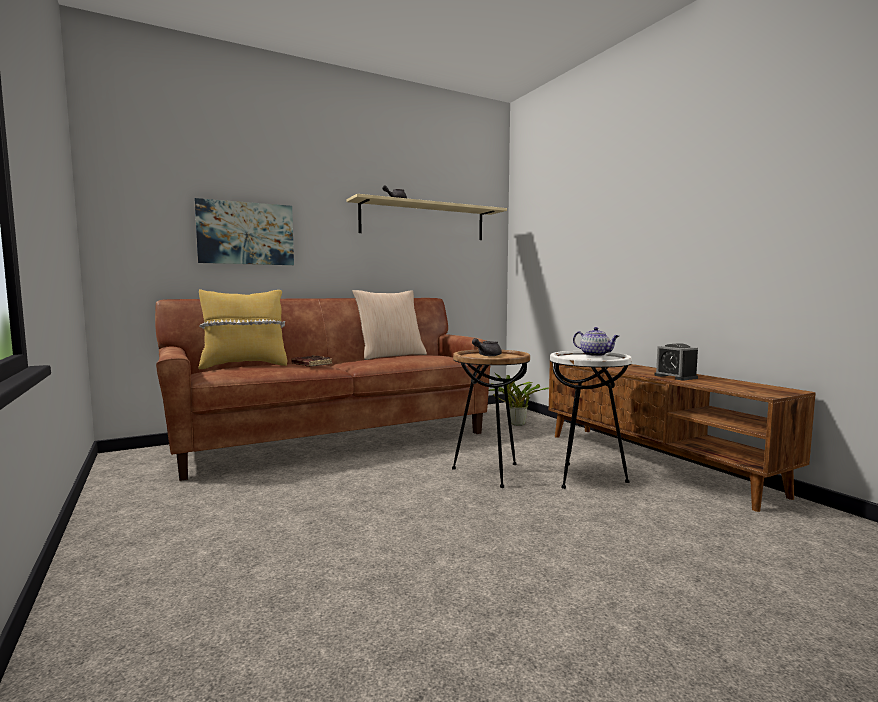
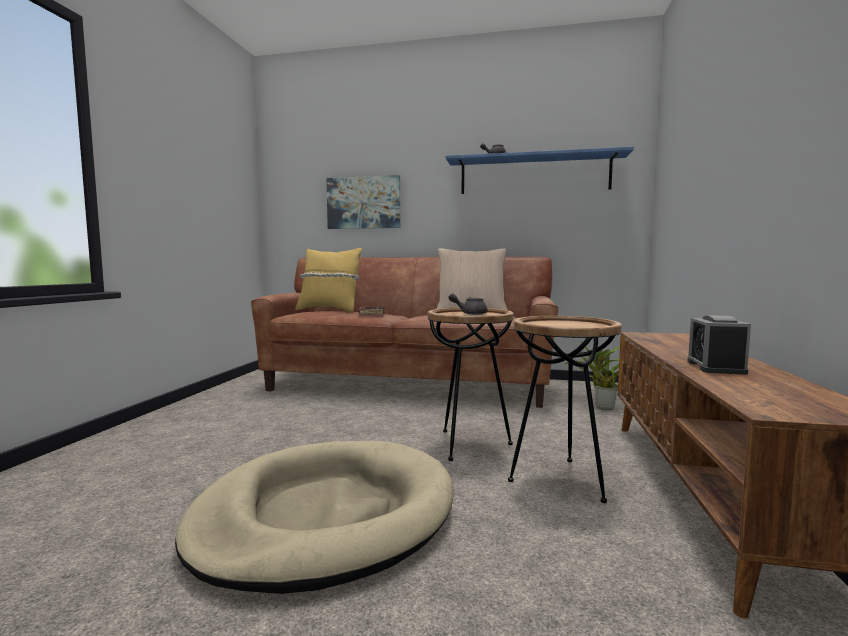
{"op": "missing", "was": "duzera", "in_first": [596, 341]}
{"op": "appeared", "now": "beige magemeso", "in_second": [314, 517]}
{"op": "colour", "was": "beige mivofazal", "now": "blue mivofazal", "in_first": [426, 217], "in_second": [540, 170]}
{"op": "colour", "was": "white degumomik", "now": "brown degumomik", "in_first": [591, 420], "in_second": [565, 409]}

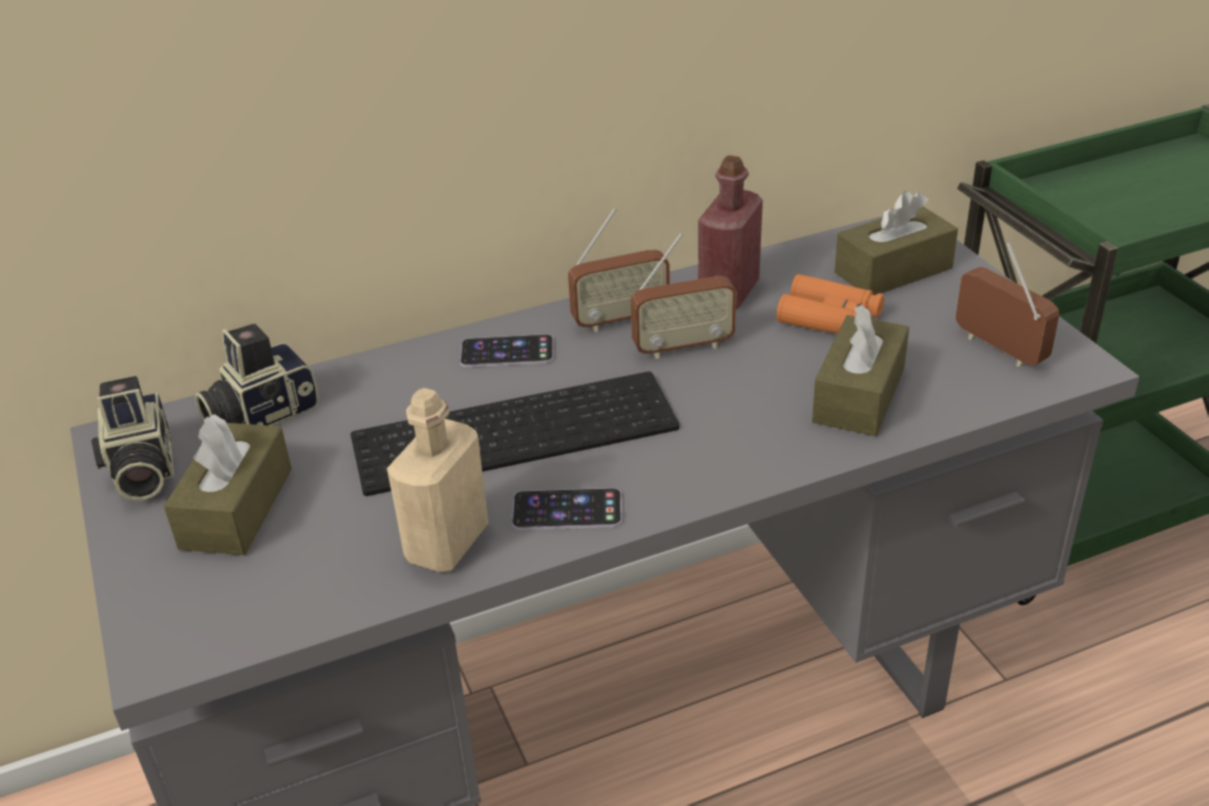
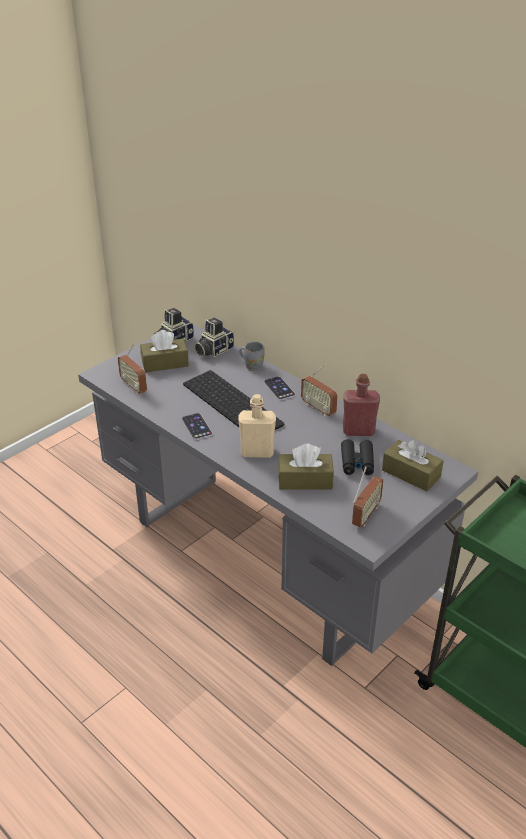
{"op": "appeared", "now": "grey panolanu", "in_second": [252, 356]}
{"op": "relocated", "was": "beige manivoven", "in_first": [437, 480], "in_second": [257, 426]}
{"op": "relocated", "was": "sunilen", "in_first": [683, 296], "in_second": [132, 368]}
{"op": "colour", "was": "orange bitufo", "now": "black bitufo", "in_first": [830, 304], "in_second": [357, 457]}
{"op": "spun", "was": "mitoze", "in_first": [257, 375], "in_second": [214, 337], "clockwise": -75}

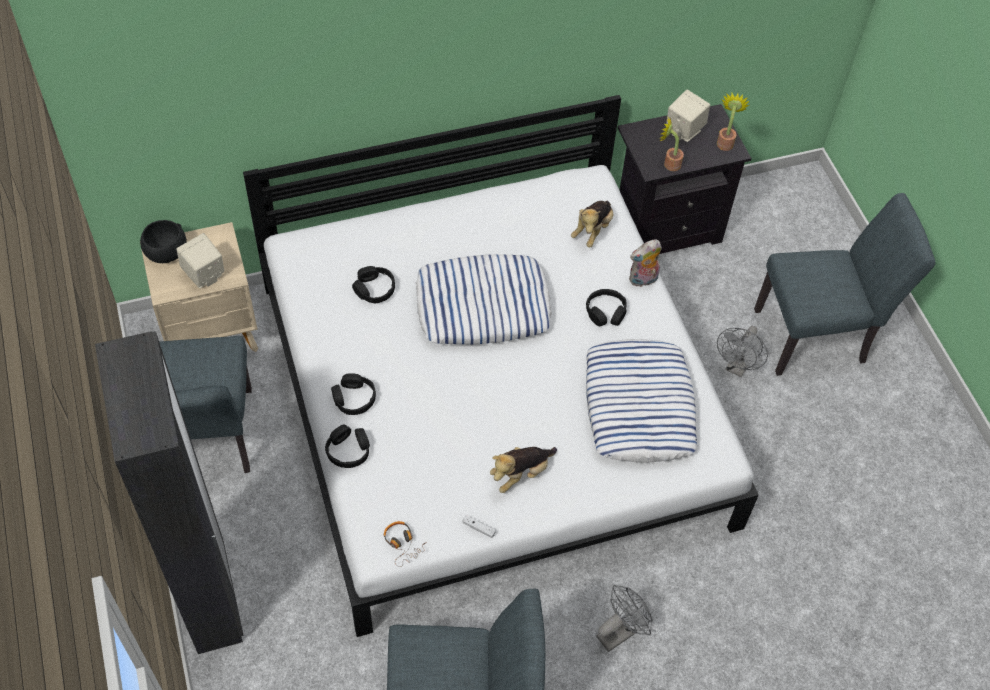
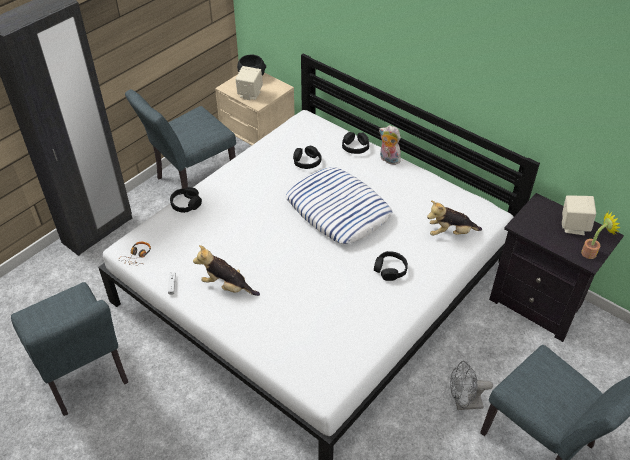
{"op": "missing", "was": "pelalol", "in_first": [641, 400]}
{"op": "missing", "was": "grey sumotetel", "in_first": [624, 618]}
{"op": "missing", "was": "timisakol", "in_first": [671, 143]}
{"op": "relocated", "was": "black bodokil", "in_first": [353, 394], "in_second": [355, 143]}
{"op": "relocated", "was": "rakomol", "in_first": [645, 263], "in_second": [390, 145]}

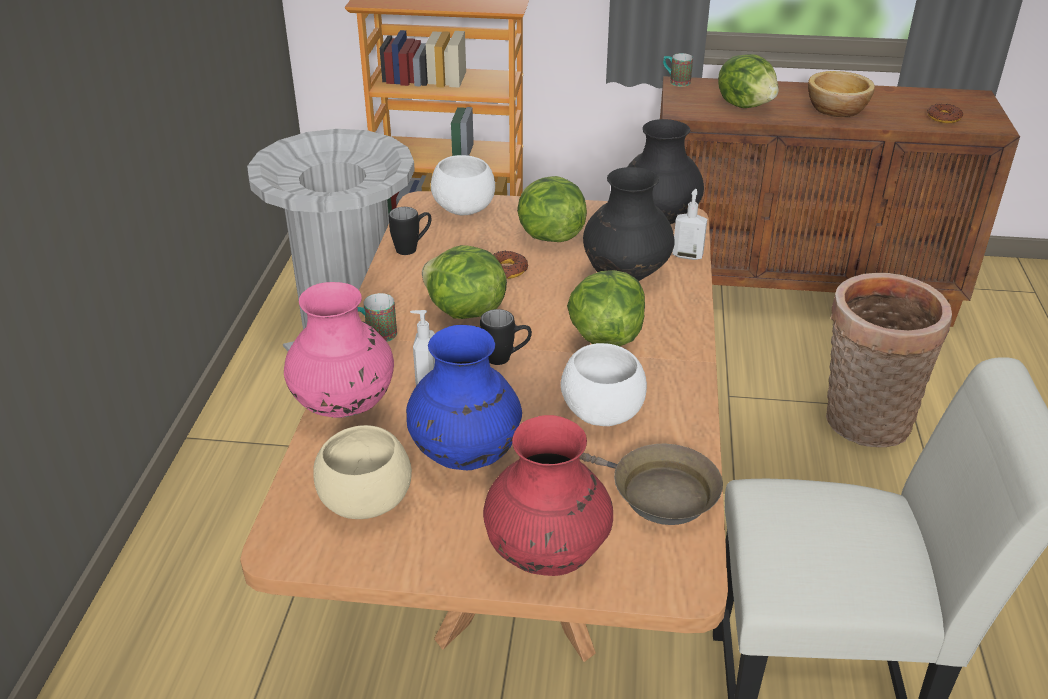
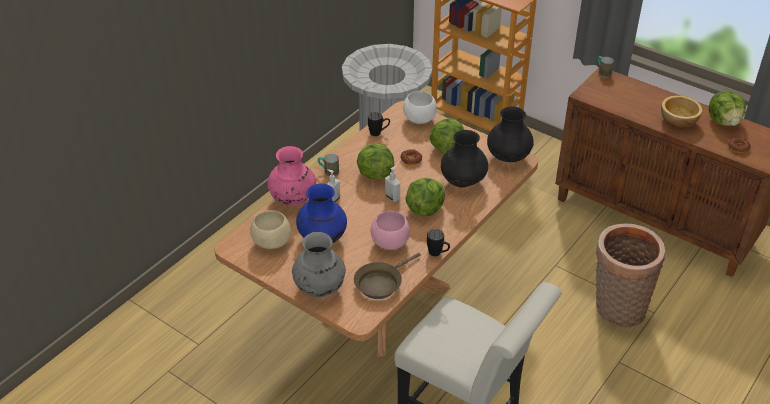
{"op": "relocated", "was": "black panolanu", "in_first": [506, 337], "in_second": [438, 242]}
{"op": "relocated", "was": "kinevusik", "in_first": [689, 224], "in_second": [392, 184]}
{"op": "relocated", "was": "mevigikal", "in_first": [748, 81], "in_second": [727, 108]}
{"op": "colour", "was": "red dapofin", "now": "grey dapofin", "in_first": [548, 495], "in_second": [319, 264]}
{"op": "colour", "was": "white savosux", "now": "pink savosux", "in_first": [603, 384], "in_second": [390, 230]}
{"op": "spun", "was": "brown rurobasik", "in_first": [651, 484], "in_second": [387, 276], "clockwise": 75}

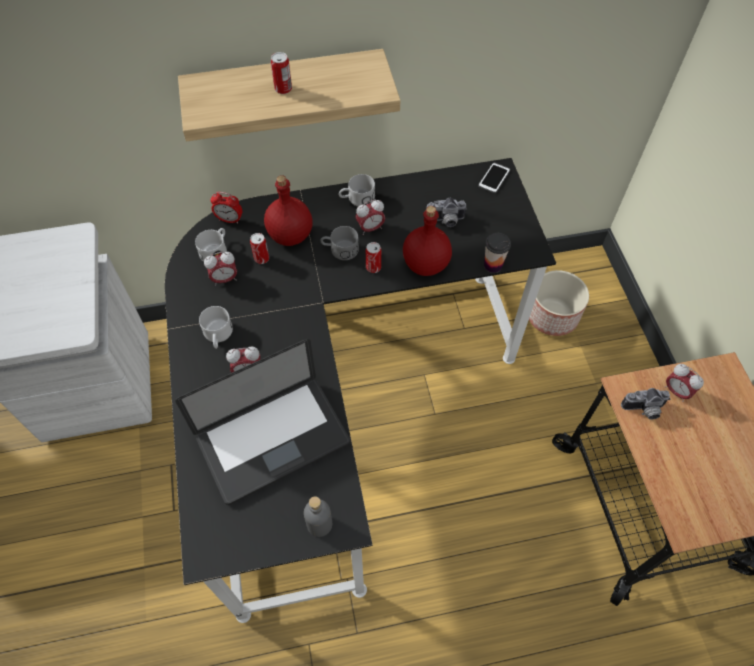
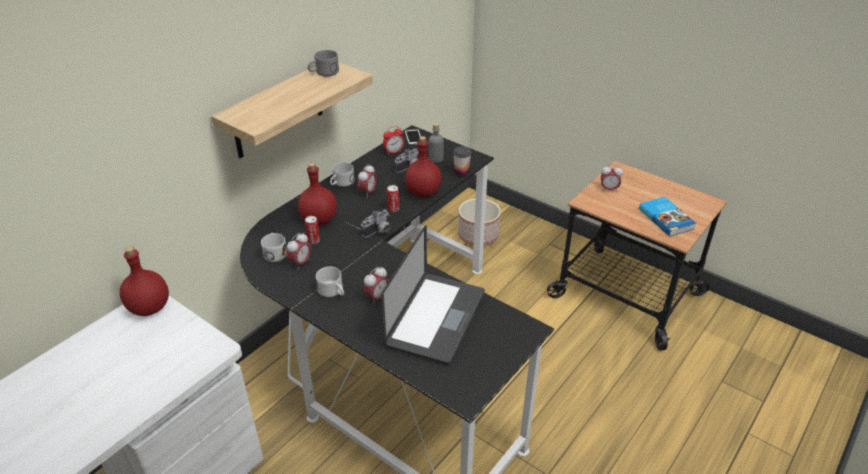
{"op": "missing", "was": "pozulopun", "in_first": [281, 73]}
{"op": "appeared", "now": "red manivoven", "in_second": [144, 281]}
{"op": "appeared", "now": "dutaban", "in_second": [667, 217]}
{"op": "relocated", "was": "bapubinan", "in_first": [226, 208], "in_second": [393, 140]}
{"op": "relocated", "was": "grey manivoven", "in_first": [318, 516], "in_second": [436, 143]}
{"op": "relocated", "was": "grey panolanu", "in_first": [339, 243], "in_second": [323, 63]}
{"op": "relocated", "was": "mitoze", "in_first": [645, 404], "in_second": [375, 223]}

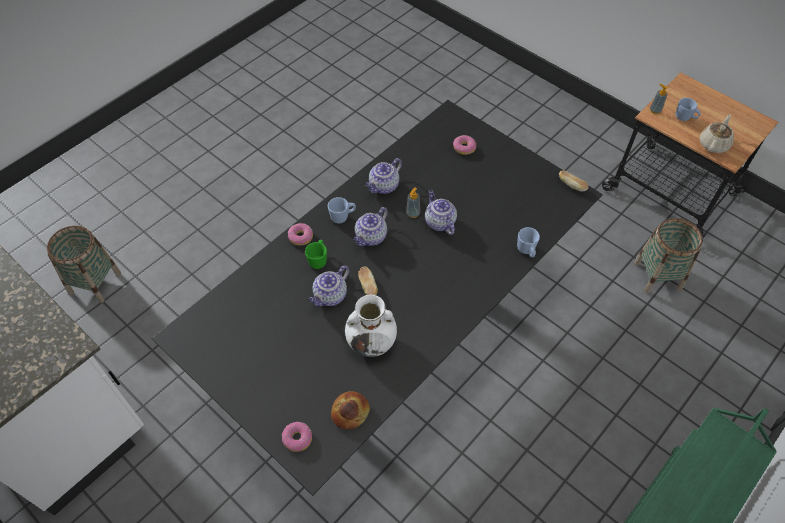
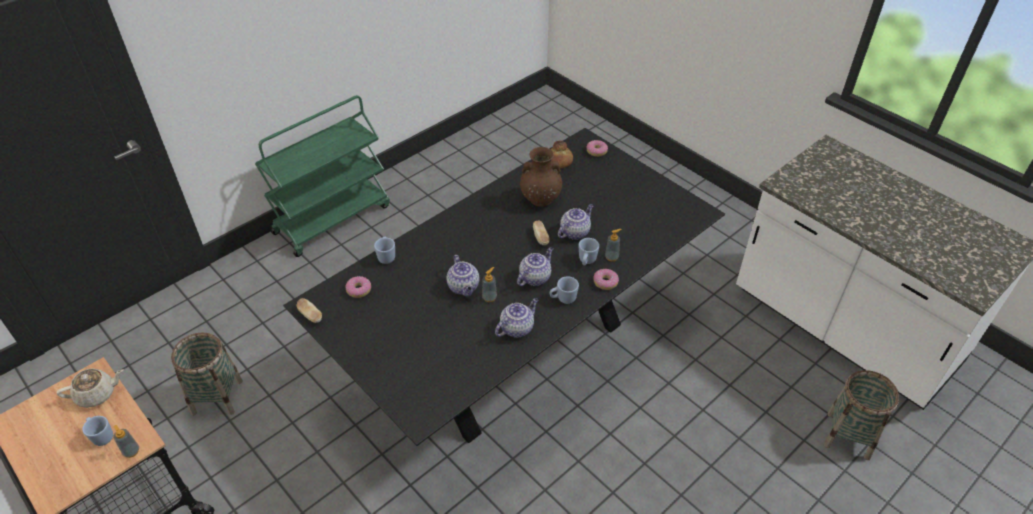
{"op": "appeared", "now": "kinevusik", "in_second": [613, 245]}
{"op": "relocated", "was": "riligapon", "in_first": [464, 145], "in_second": [358, 287]}
{"op": "colour", "was": "green panolanu", "now": "blue panolanu", "in_first": [316, 254], "in_second": [589, 251]}
{"op": "colour", "was": "white dapofin", "now": "brown dapofin", "in_first": [371, 326], "in_second": [541, 177]}
{"op": "spun", "was": "beige duzera", "in_first": [717, 133], "in_second": [90, 388], "clockwise": -150}

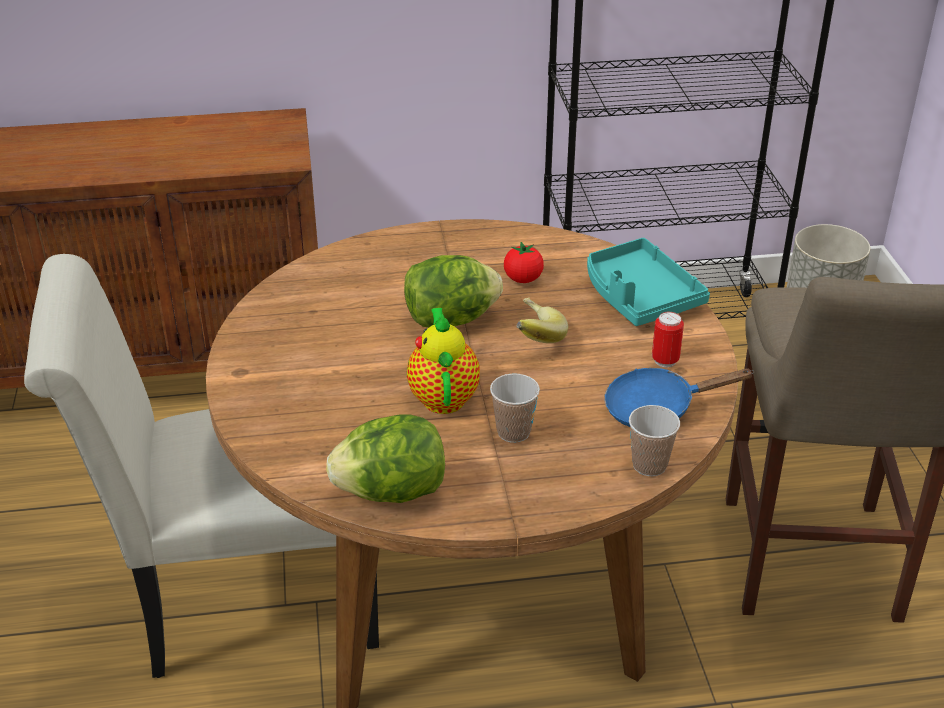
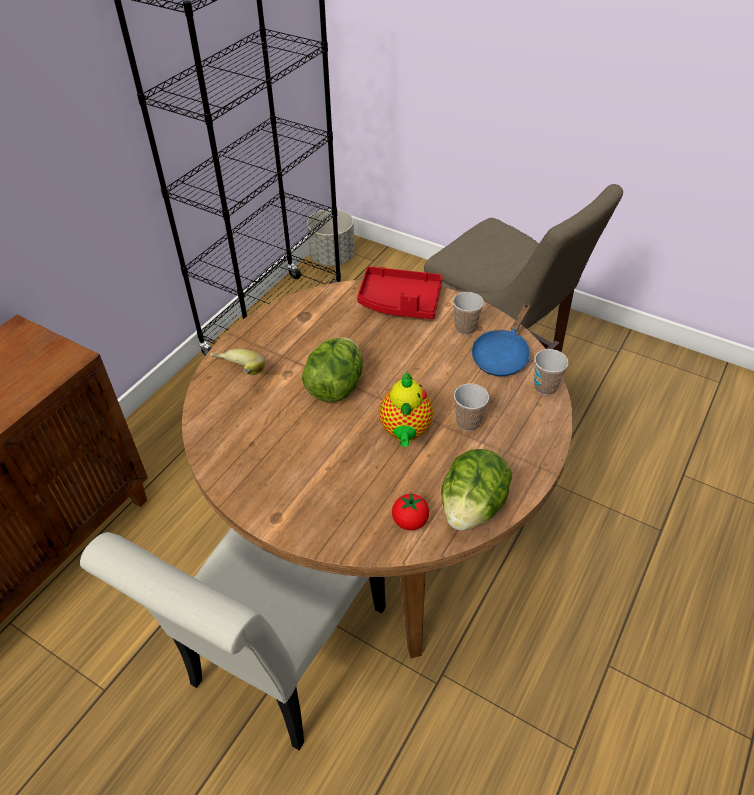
{"op": "relocated", "was": "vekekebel", "in_first": [524, 262], "in_second": [410, 511]}
{"op": "relocated", "was": "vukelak", "in_first": [542, 320], "in_second": [237, 362]}
{"op": "exchanged", "was": "pozulopun", "now": "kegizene", "in_first": [668, 339], "in_second": [468, 313]}
{"op": "colour", "was": "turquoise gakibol", "now": "red gakibol", "in_first": [648, 282], "in_second": [400, 292]}
{"op": "spun", "was": "duzera", "in_first": [443, 361], "in_second": [406, 409], "clockwise": -120}

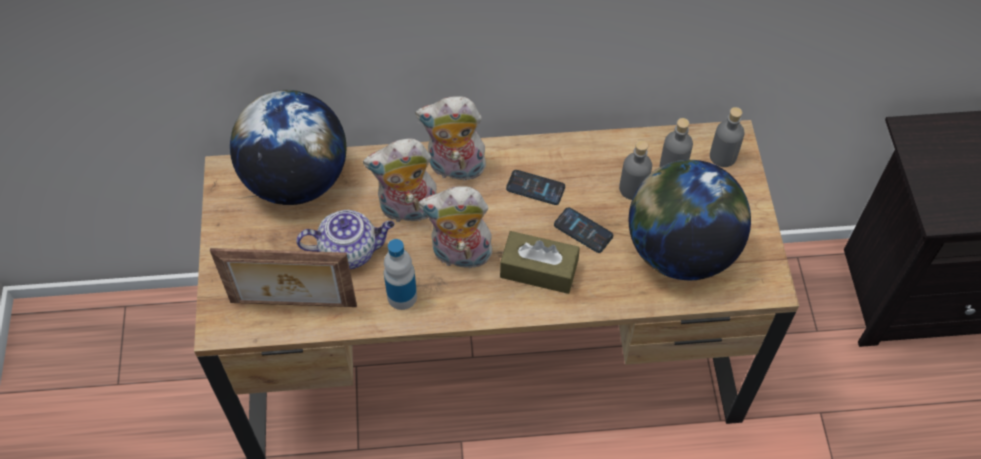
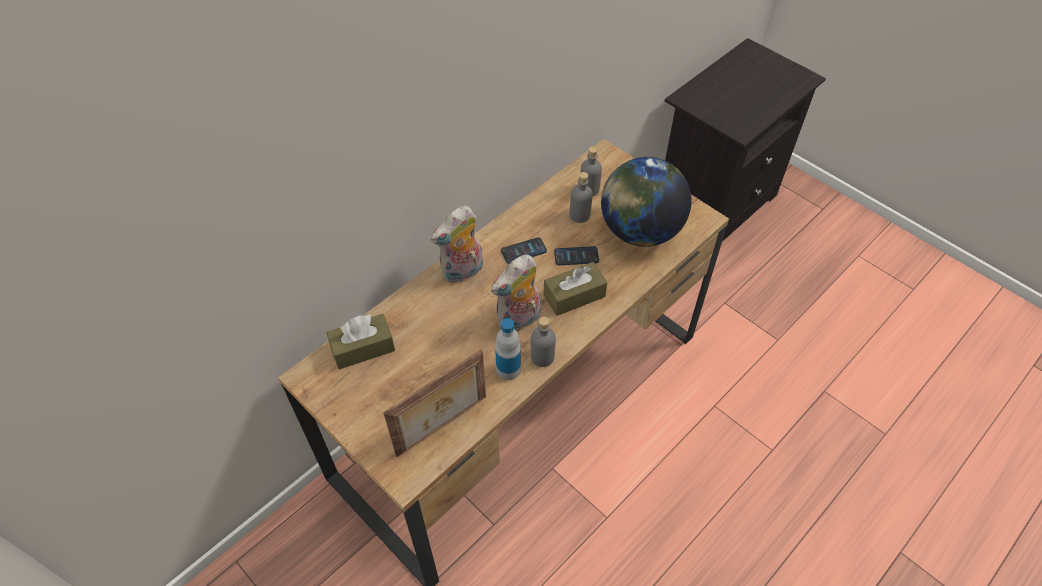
{"op": "missing", "was": "duzera", "in_first": [345, 239]}
{"op": "missing", "was": "rakomol", "in_first": [399, 180]}
{"op": "relocated", "was": "grey manivoven", "in_first": [727, 137], "in_second": [543, 342]}
{"op": "exchanged", "was": "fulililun", "now": "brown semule", "in_first": [288, 147], "in_second": [361, 341]}

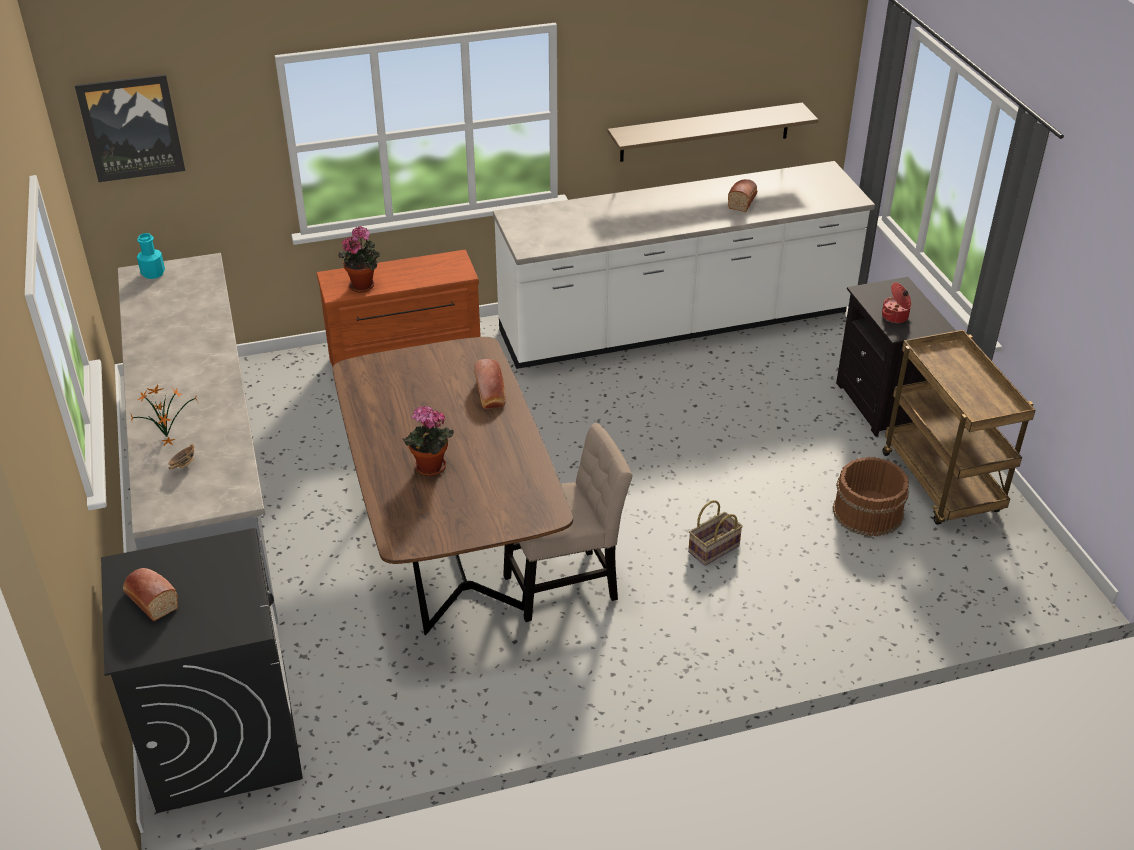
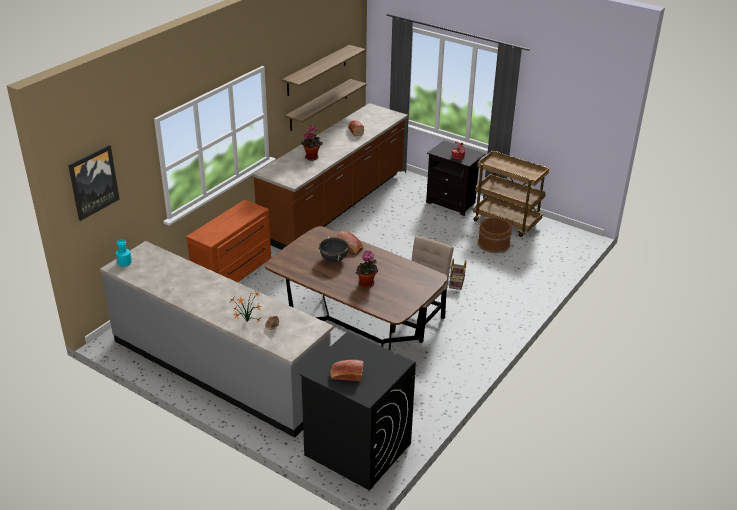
{"op": "appeared", "now": "mivofazal", "in_second": [324, 70]}
{"op": "appeared", "now": "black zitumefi", "in_second": [334, 249]}
{"op": "relocated", "was": "timisakol", "in_first": [359, 259], "in_second": [312, 142]}
{"op": "colour", "was": "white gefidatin", "now": "brown gefidatin", "in_first": [684, 265], "in_second": [330, 176]}

